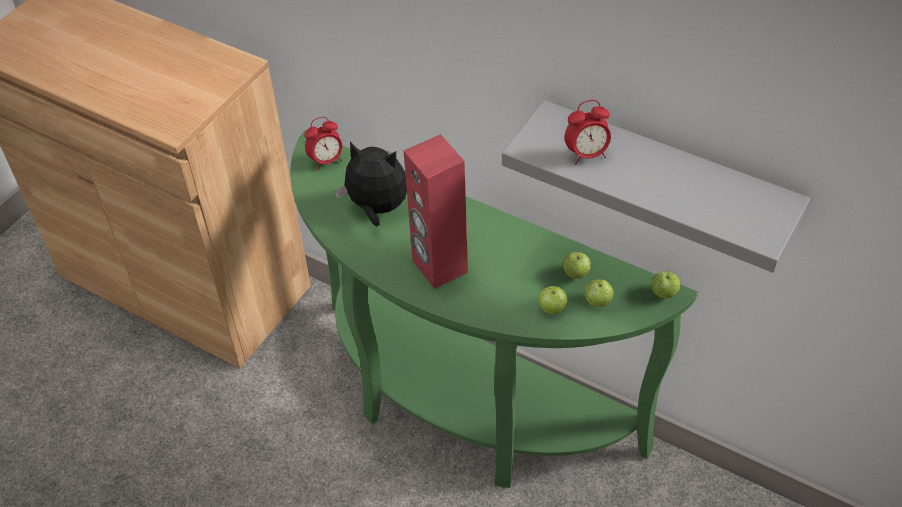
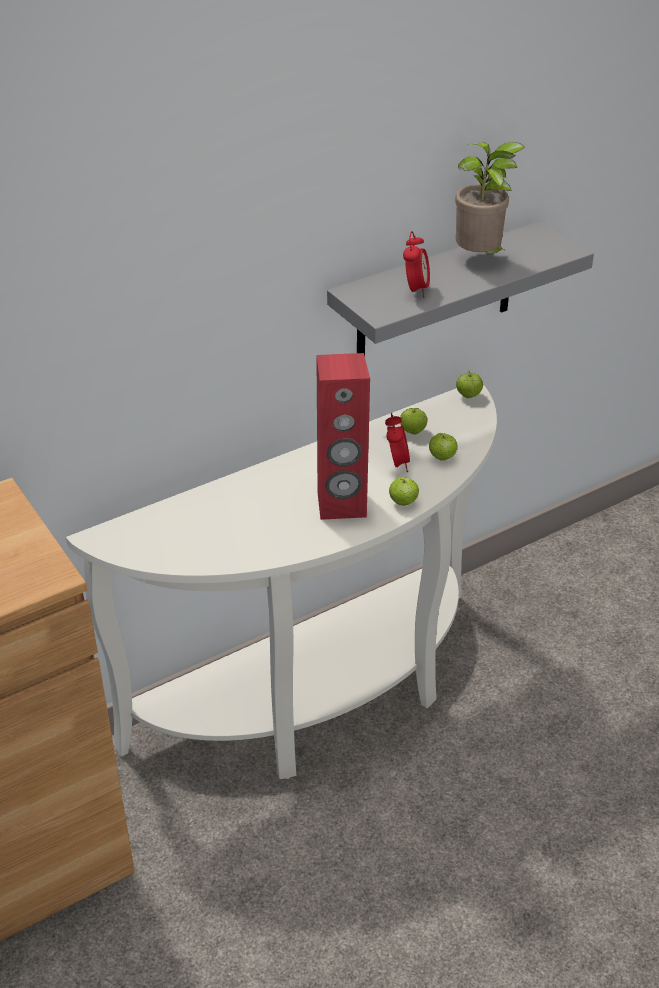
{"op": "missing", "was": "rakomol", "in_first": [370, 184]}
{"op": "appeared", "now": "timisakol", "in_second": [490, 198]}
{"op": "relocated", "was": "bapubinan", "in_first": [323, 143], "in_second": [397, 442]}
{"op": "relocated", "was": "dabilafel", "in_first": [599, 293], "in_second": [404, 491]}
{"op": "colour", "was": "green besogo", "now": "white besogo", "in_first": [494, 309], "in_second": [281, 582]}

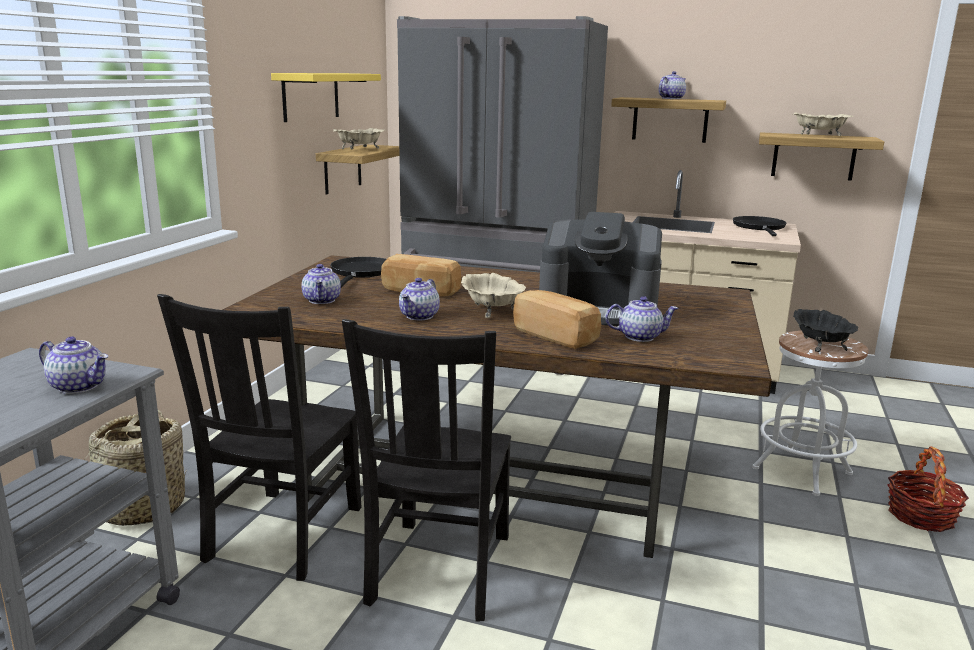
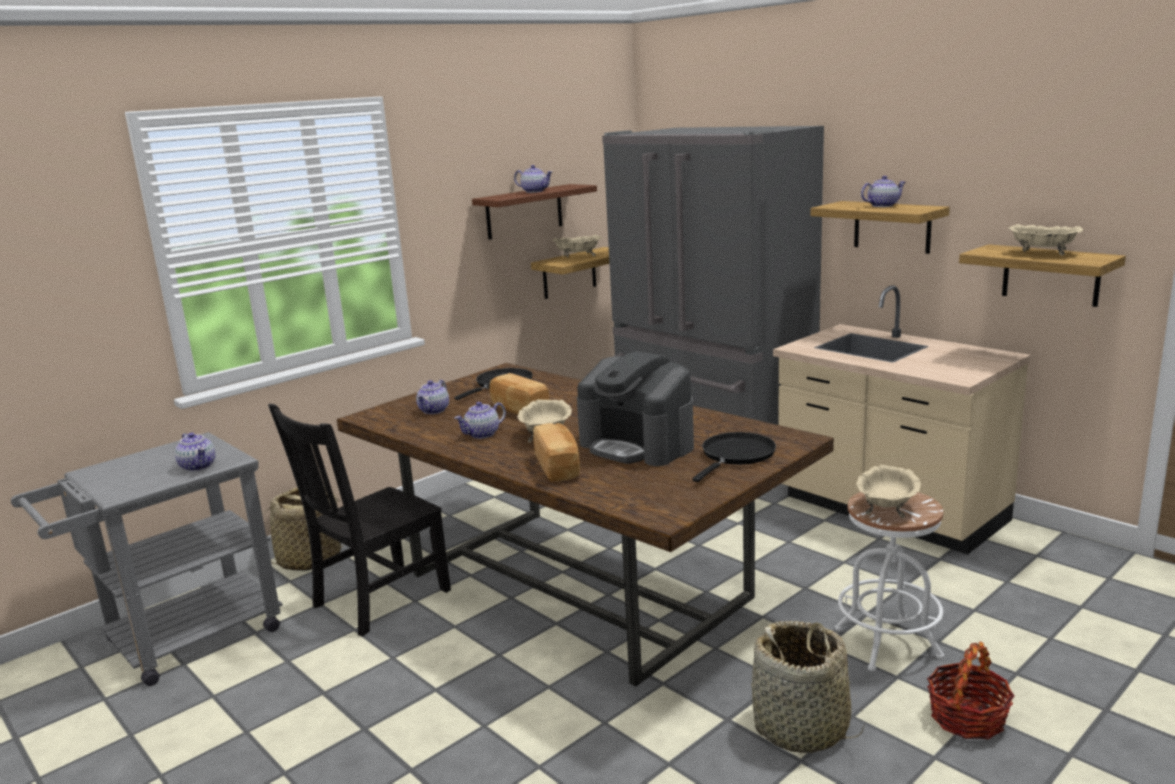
{"op": "missing", "was": "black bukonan", "in_first": [426, 470]}
{"op": "appeared", "now": "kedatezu", "in_second": [807, 687]}
{"op": "relocated", "was": "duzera", "in_first": [642, 319], "in_second": [533, 179]}
{"op": "relocated", "was": "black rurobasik", "in_first": [759, 226], "in_second": [734, 457]}
{"op": "colour", "was": "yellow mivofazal", "now": "brown mivofazal", "in_first": [326, 97], "in_second": [534, 212]}
{"op": "colour", "was": "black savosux", "now": "beige savosux", "in_first": [825, 330], "in_second": [888, 492]}

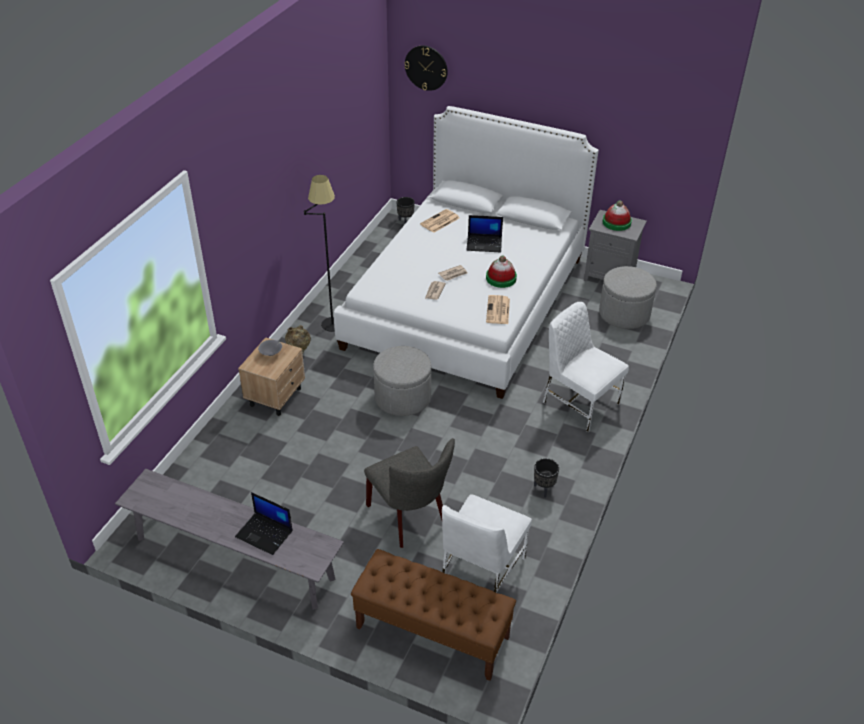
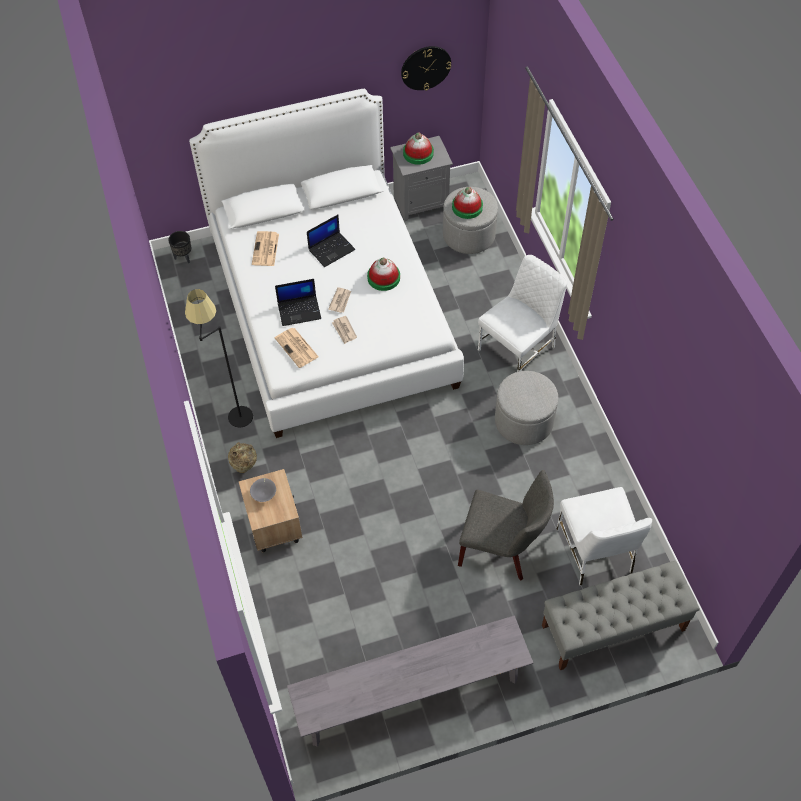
{"op": "missing", "was": "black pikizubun", "in_first": [546, 478]}
{"op": "appeared", "now": "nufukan", "in_second": [467, 203]}
{"op": "relocated", "was": "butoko", "in_first": [263, 523], "in_second": [298, 302]}
{"op": "relocated", "was": "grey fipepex", "in_first": [402, 381], "in_second": [526, 408]}
{"op": "relocated", "was": "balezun", "in_first": [426, 68], "in_second": [426, 68]}
{"op": "relocated", "was": "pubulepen", "in_first": [498, 309], "in_second": [297, 348]}
{"op": "colour", "was": "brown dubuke", "now": "grey dubuke", "in_first": [433, 615], "in_second": [621, 615]}
{"op": "spun", "was": "white bukonan", "in_first": [586, 367], "in_second": [522, 313], "clockwise": 135}

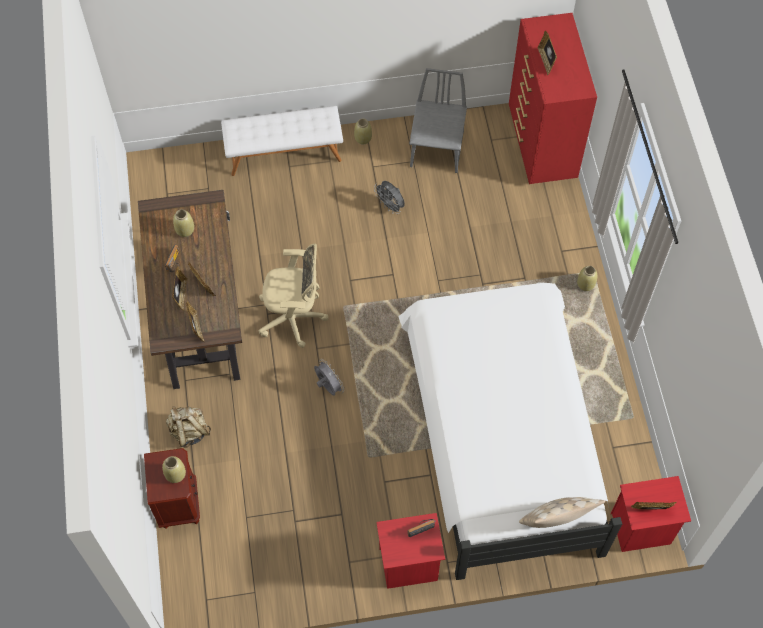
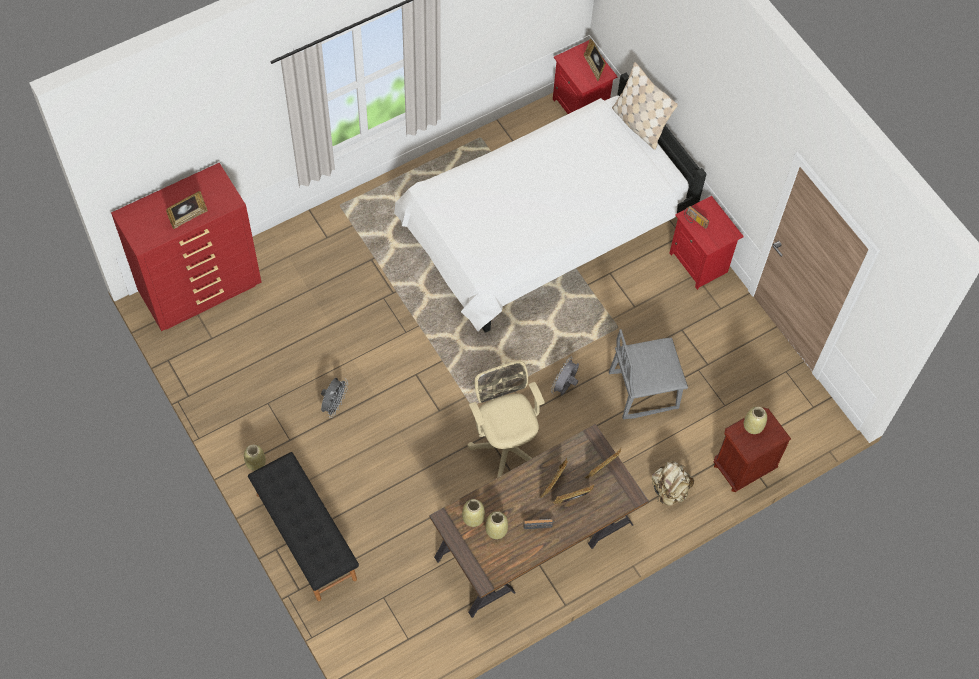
{"op": "relocated", "was": "grey bukonan", "in_first": [438, 120], "in_second": [648, 374]}
{"op": "relocated", "was": "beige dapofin", "in_first": [587, 278], "in_second": [473, 513]}
{"op": "colour", "was": "white dubuke", "now": "black dubuke", "in_first": [282, 141], "in_second": [303, 526]}

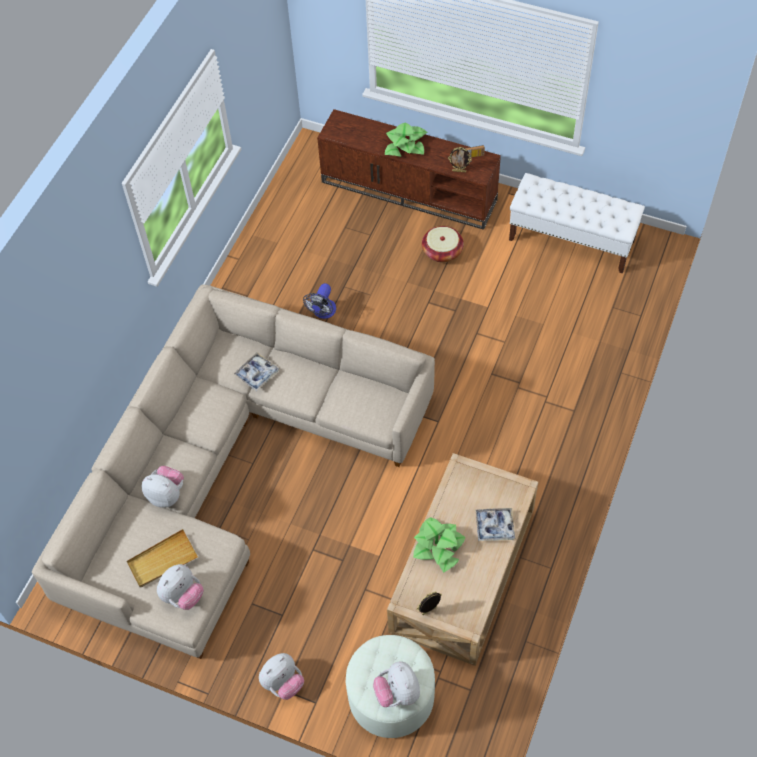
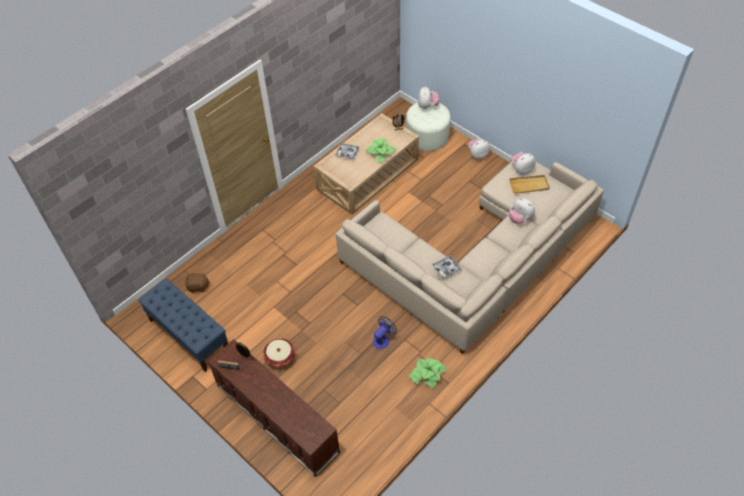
{"op": "appeared", "now": "brown rakomol", "in_second": [197, 282]}
{"op": "relocated", "was": "timisakol", "in_first": [406, 140], "in_second": [427, 373]}
{"op": "colour", "was": "white dubuke", "now": "blue dubuke", "in_first": [577, 223], "in_second": [183, 325]}

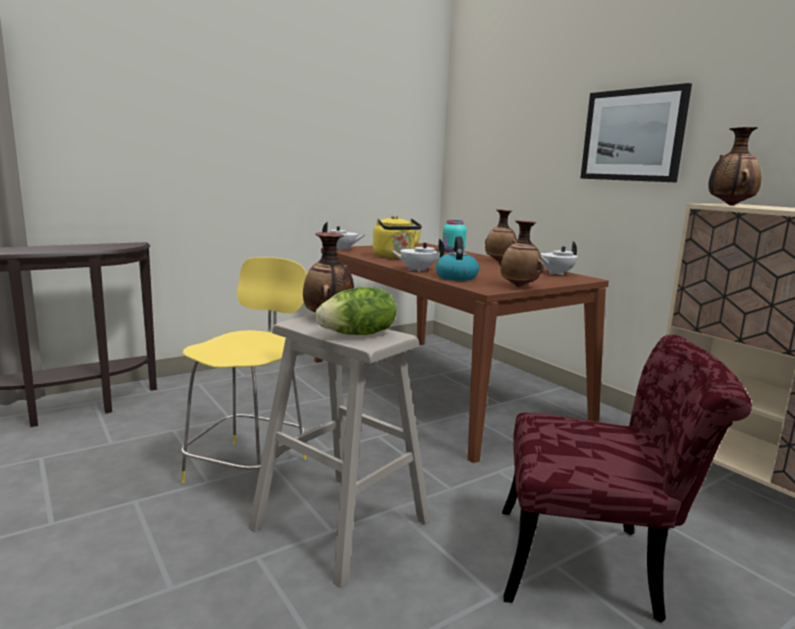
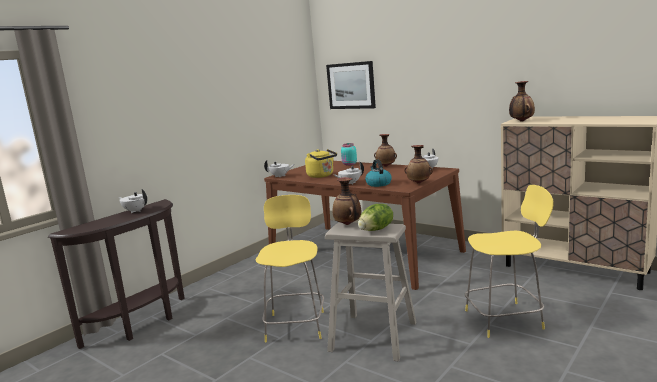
{"op": "appeared", "now": "white duzera", "in_second": [133, 201]}
{"op": "relocated", "was": "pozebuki", "in_first": [636, 133], "in_second": [351, 85]}
{"op": "exchanged", "was": "red bukonan", "now": "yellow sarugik", "in_first": [627, 478], "in_second": [509, 261]}

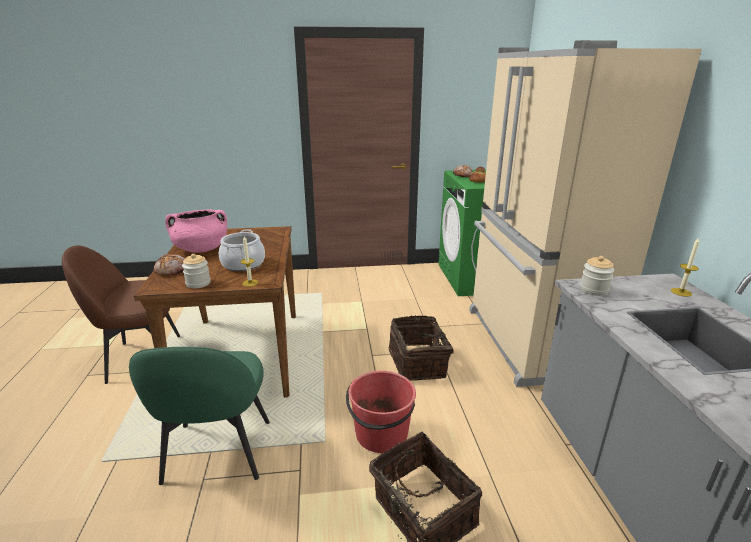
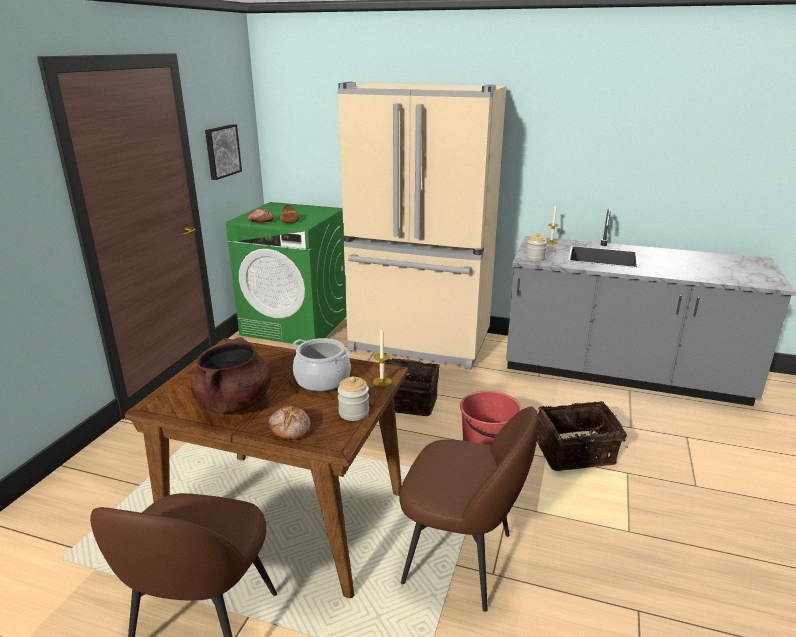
{"op": "appeared", "now": "pozebuki", "in_second": [223, 152]}
{"op": "colour", "was": "green bukonan", "now": "brown bukonan", "in_first": [199, 416], "in_second": [469, 509]}
{"op": "colour", "was": "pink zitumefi", "now": "brown zitumefi", "in_first": [196, 231], "in_second": [231, 375]}

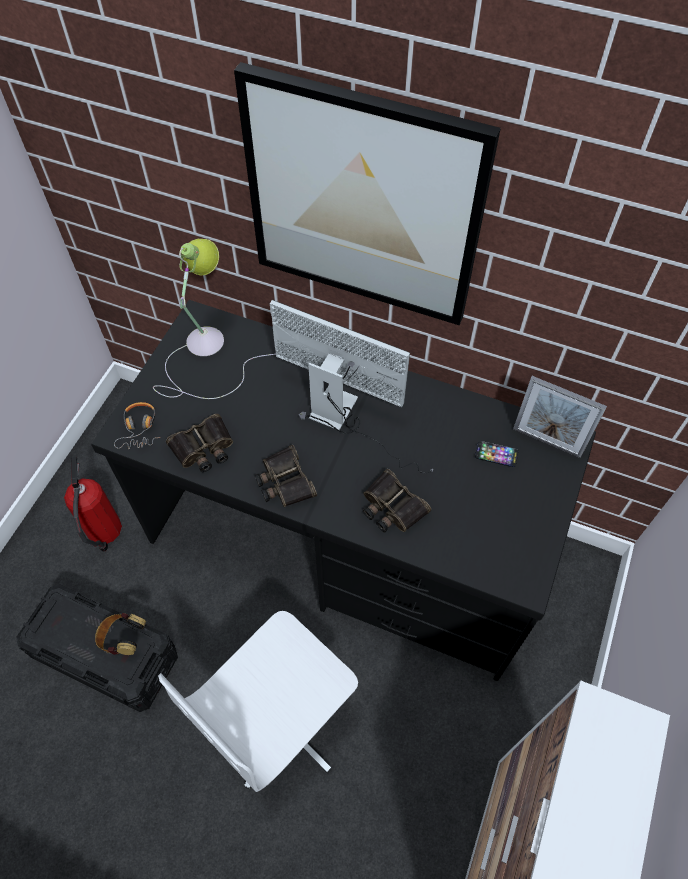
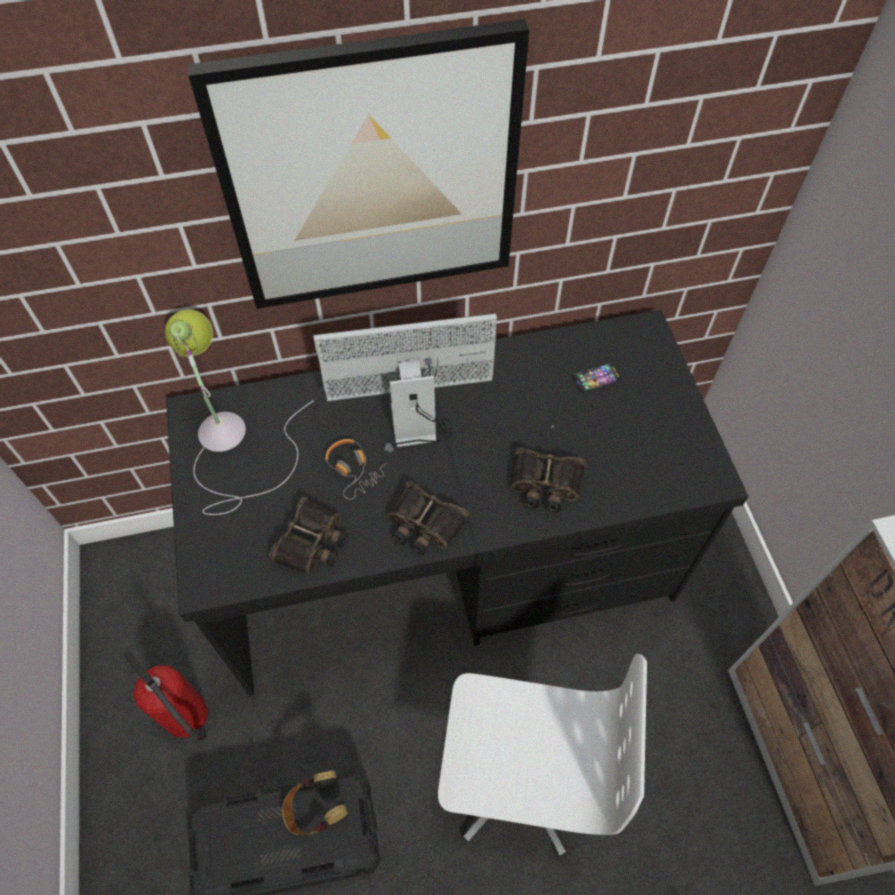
{"op": "missing", "was": "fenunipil", "in_first": [560, 417]}
{"op": "relocated", "was": "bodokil", "in_first": [137, 425], "in_second": [356, 469]}
{"op": "spun", "was": "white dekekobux", "in_first": [258, 701], "in_second": [542, 755], "clockwise": -90}

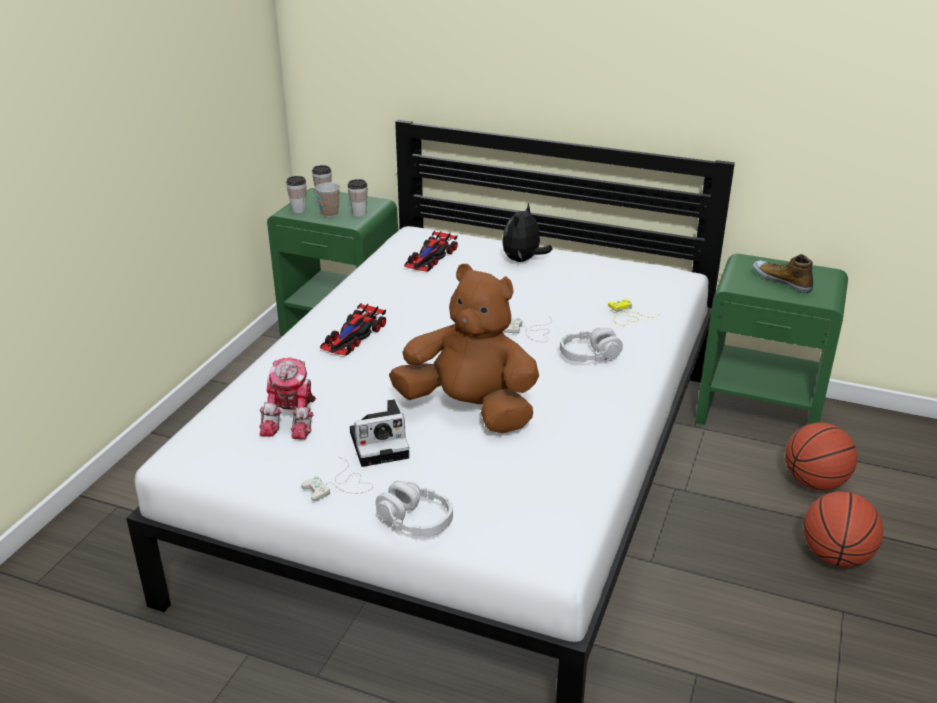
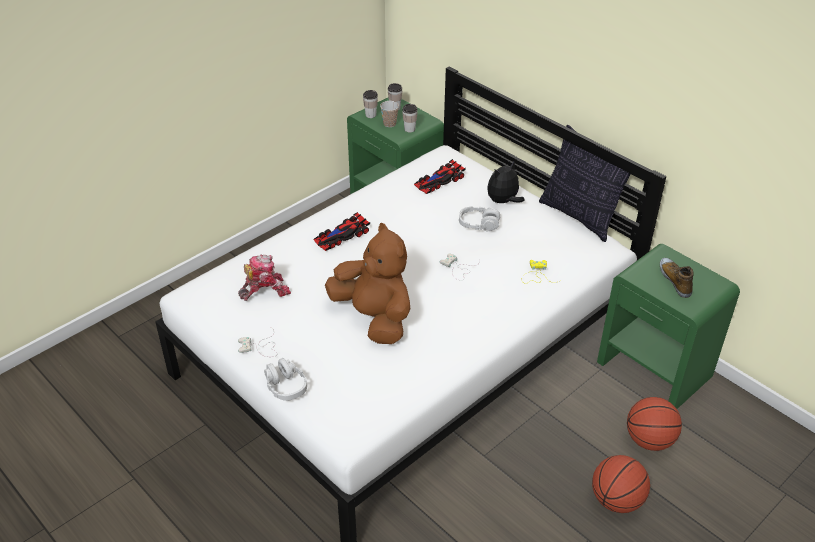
{"op": "missing", "was": "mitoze", "in_first": [379, 433]}
{"op": "appeared", "now": "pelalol", "in_second": [584, 183]}
{"op": "relocated", "was": "grey bodokil", "in_first": [591, 344], "in_second": [479, 219]}
{"op": "spun", "was": "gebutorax", "in_first": [287, 398], "in_second": [264, 277], "clockwise": -150}

